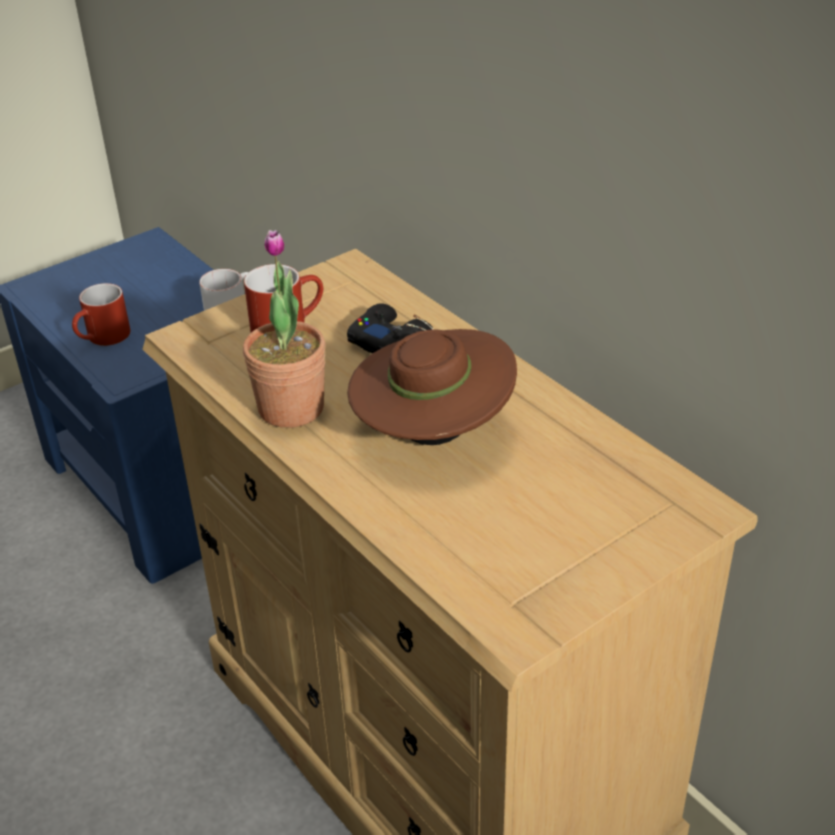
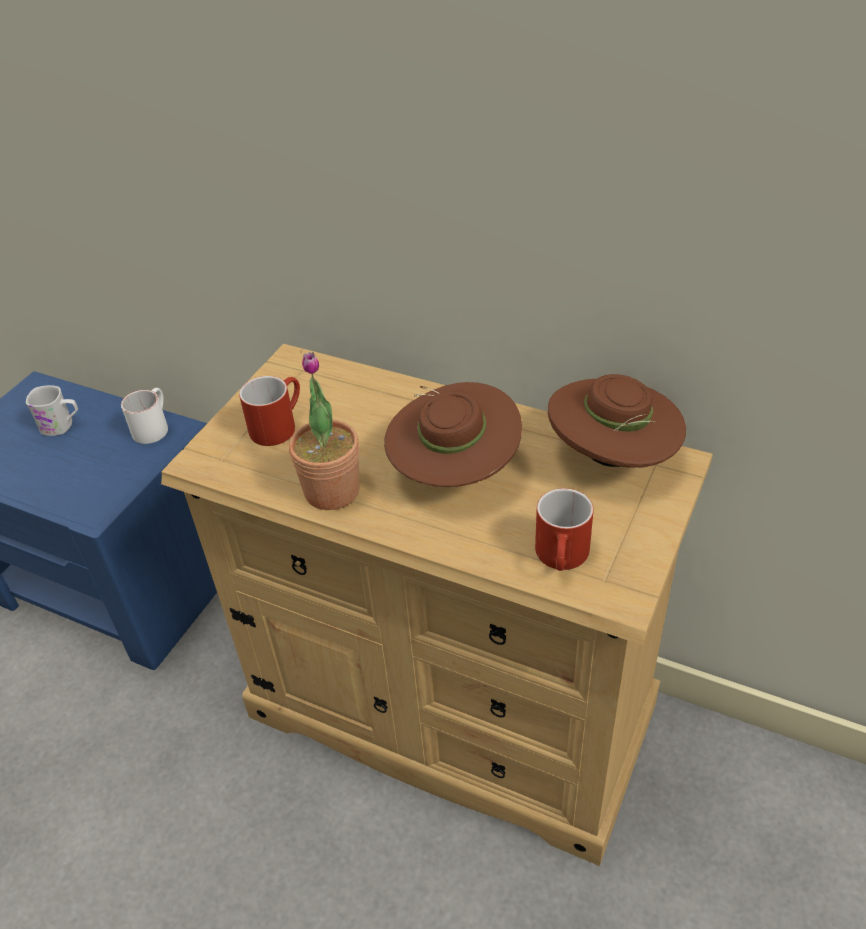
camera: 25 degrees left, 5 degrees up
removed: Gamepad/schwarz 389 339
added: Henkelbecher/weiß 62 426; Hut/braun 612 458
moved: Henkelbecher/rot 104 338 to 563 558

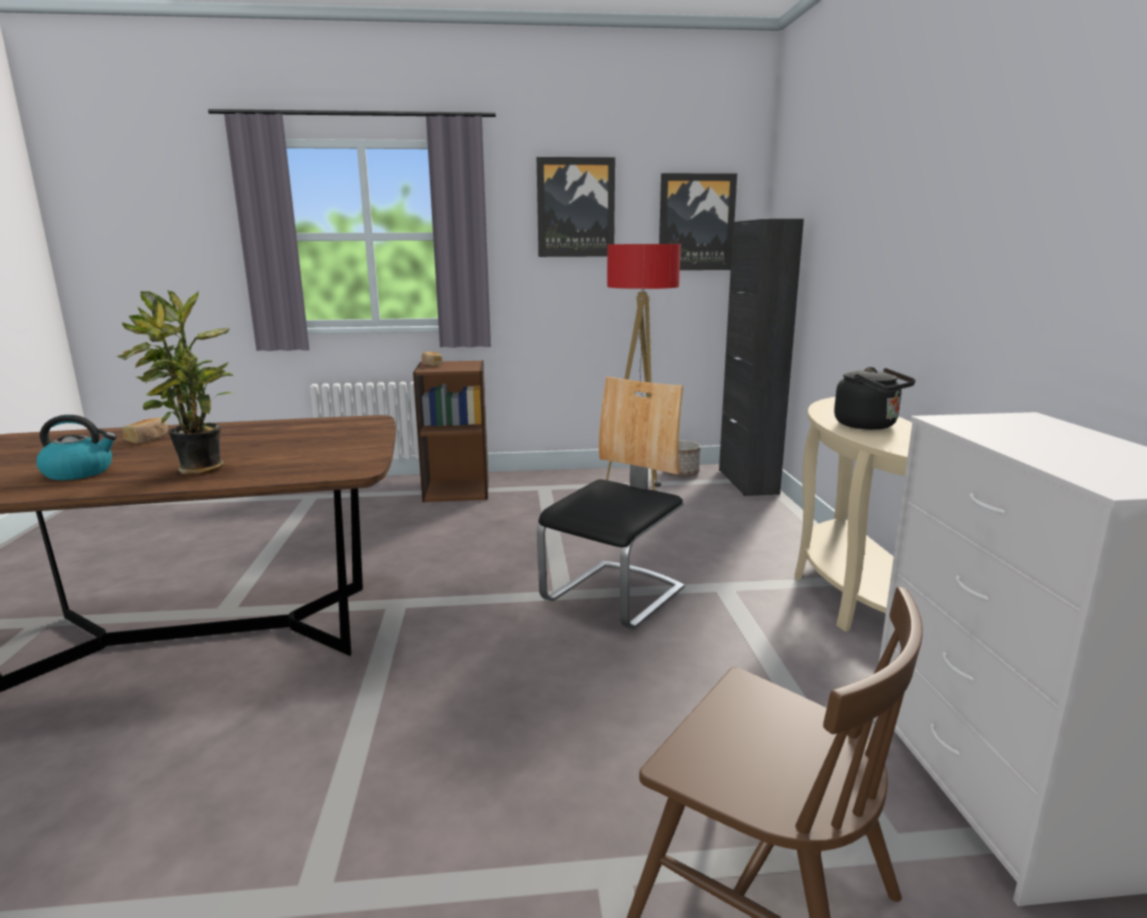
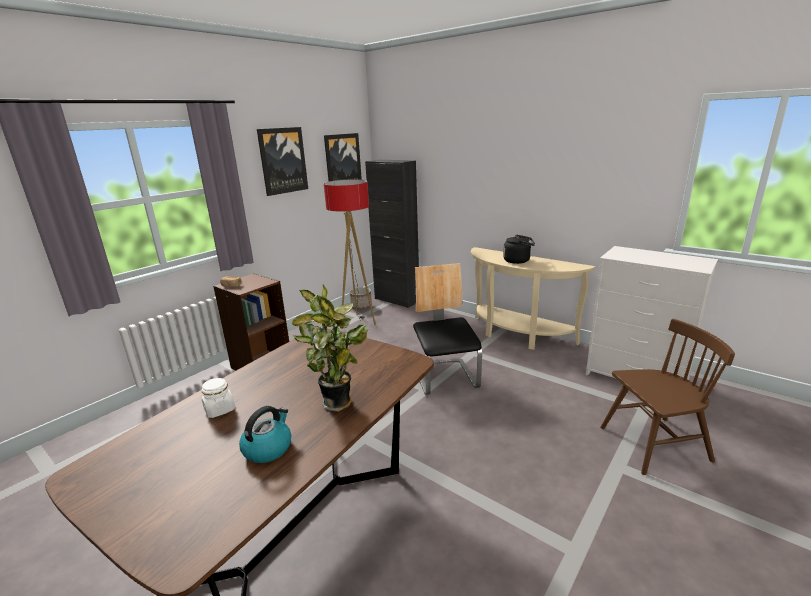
camera: 45 degrees left, 5 degrees up
replaced: Brot 148 439 to Vorratsglas/weiß 219 409

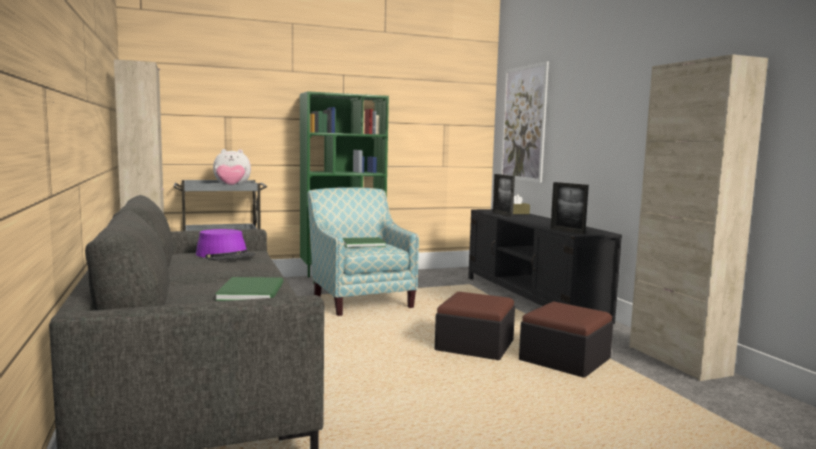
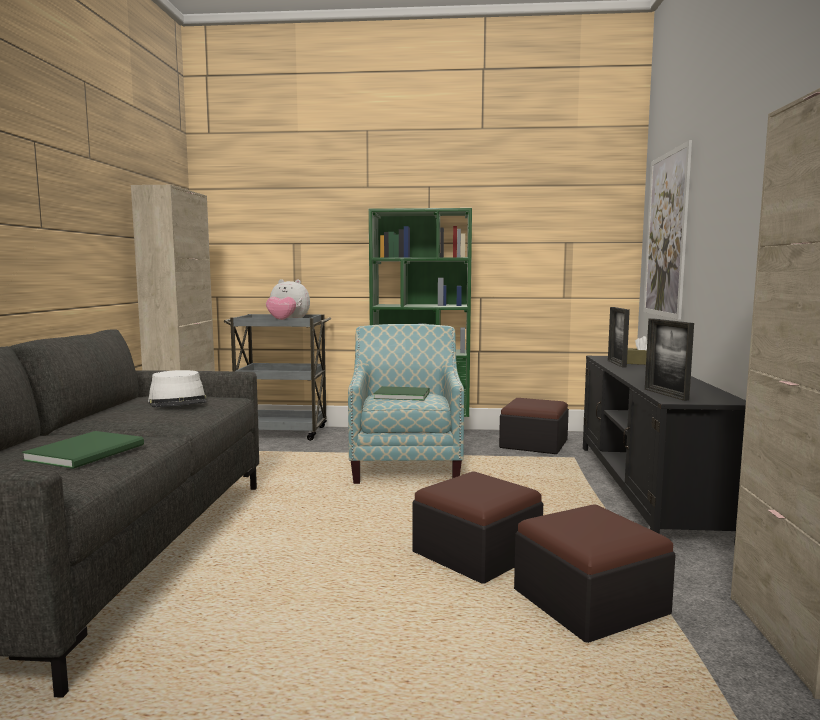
camera: 25 degrees right, 0 degrees up
added: Polsterhocker 534 443
recoloured: Hut/lila 225 255 to Hut/weiß 178 401

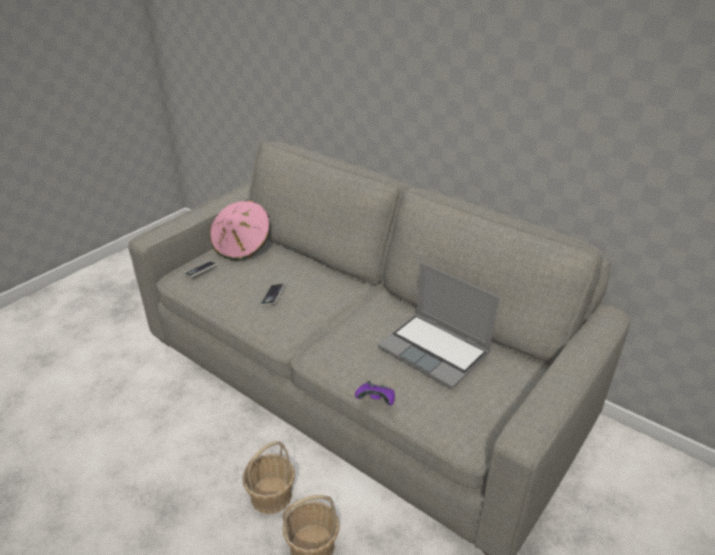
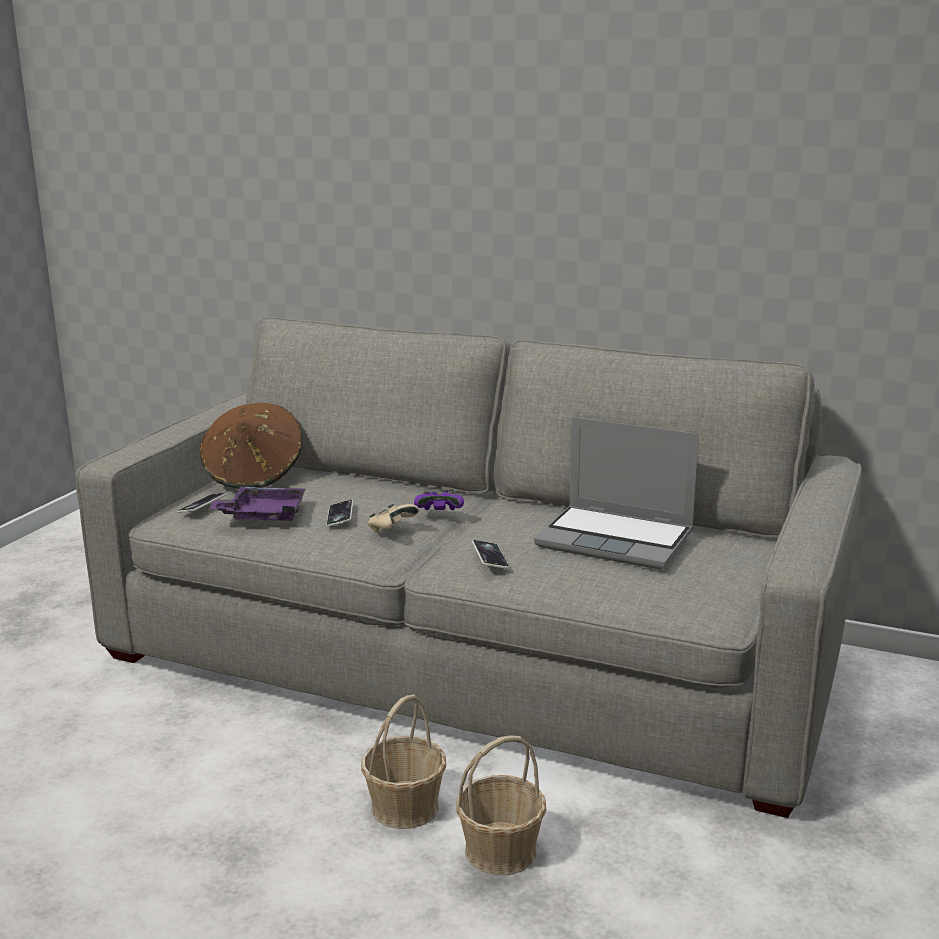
camera: 15 degrees left, 15 degrees down
added: Tablett/lila 263 515; Gamepad/beige 392 530; Handy 490 558
moved: Gamepad/lila 376 400 to 439 513
recoloured: Hut/rosa 242 247 to Hut/braun 254 475

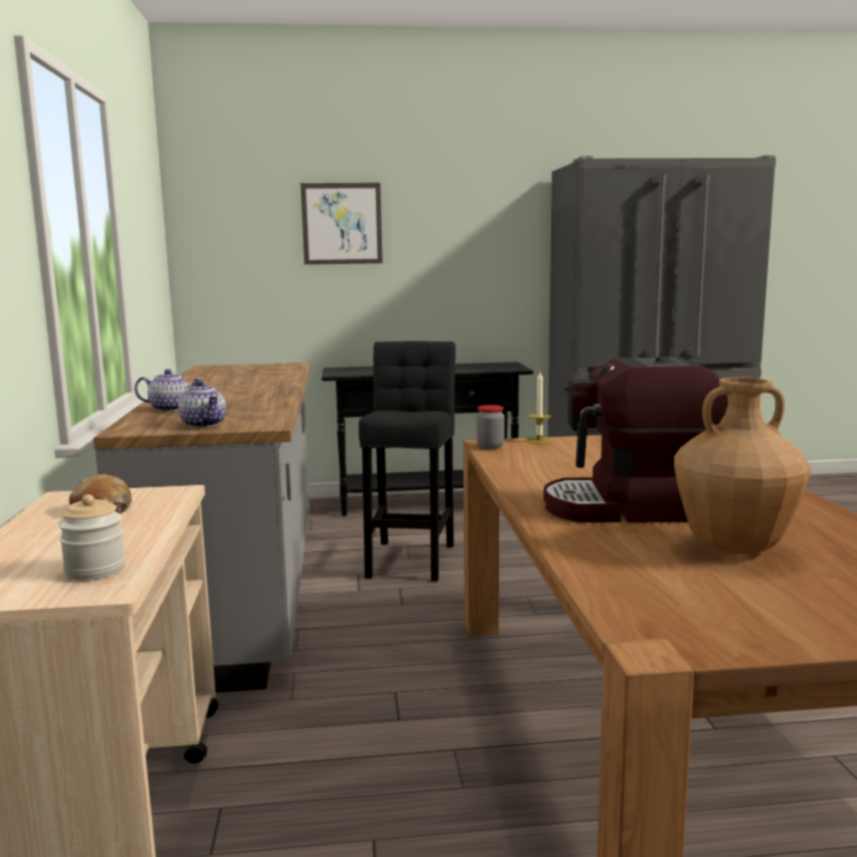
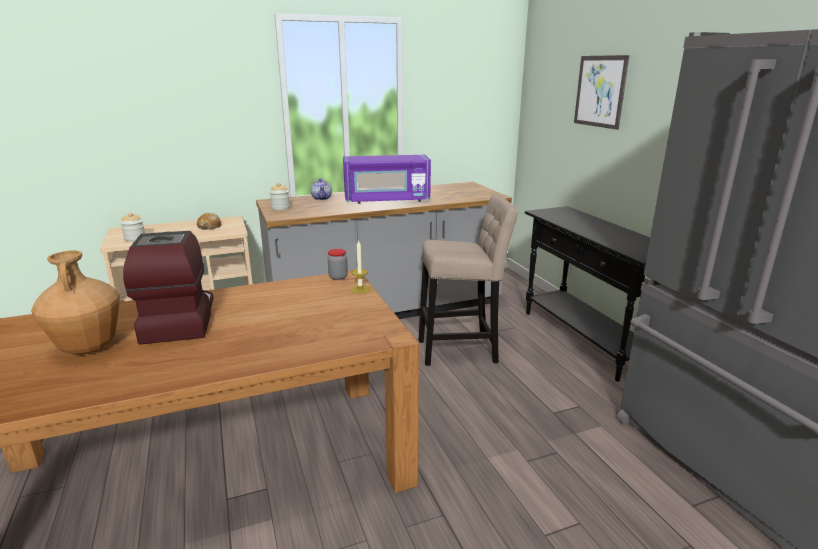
camera: 75 degrees right, 10 degrees up
added: Mikrowelle/lila 386 200
replaced: Teekanne 204 424 to Vorratsglas 280 208
recoloured: Hocker/schwarz 411 558 to Hocker/beige 462 350

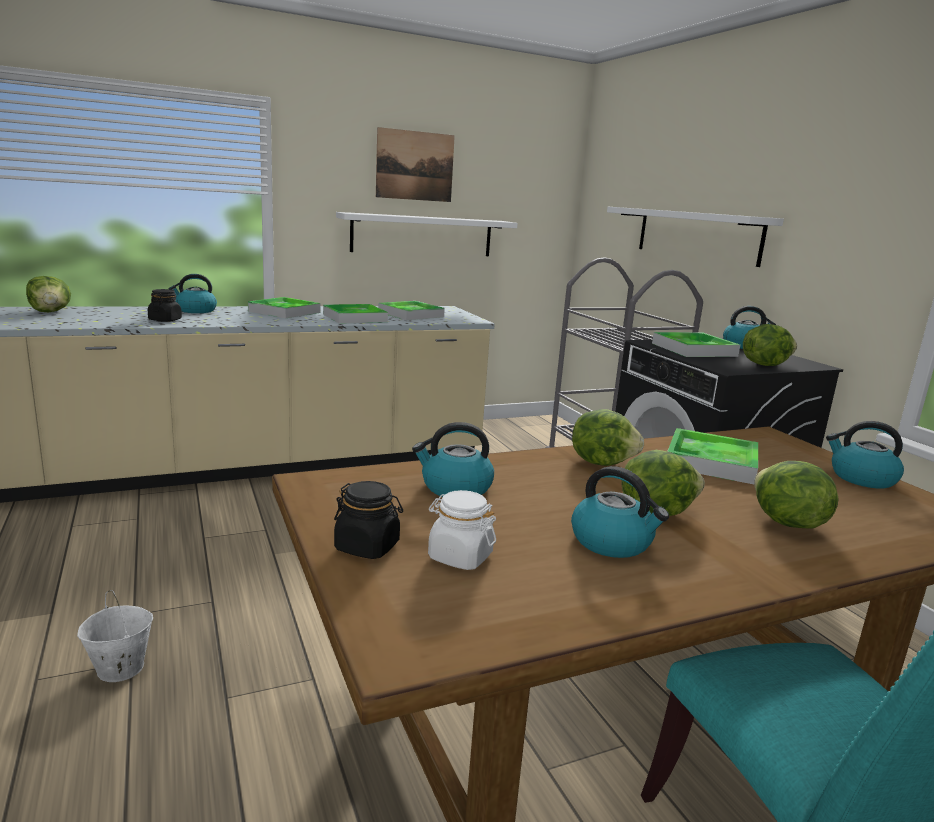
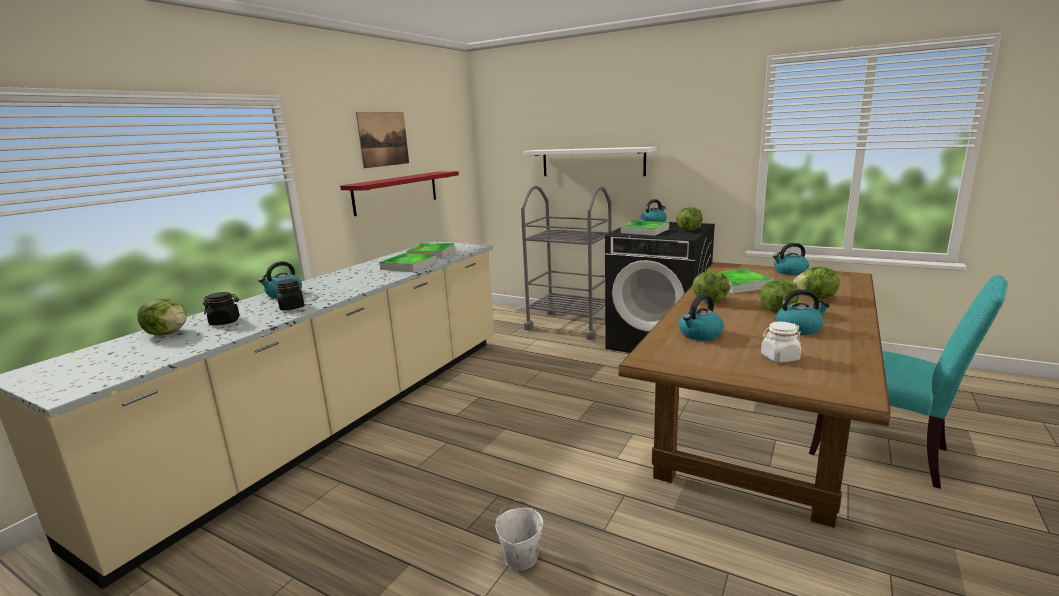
camera: 35 degrees left, 0 degrees up
removed: Tablett 284 312
moved: Vorratsglas/schwarz 367 547 to 225 322
recoloured: Wandregal/weiß 422 235 to Wandregal/rot 396 192

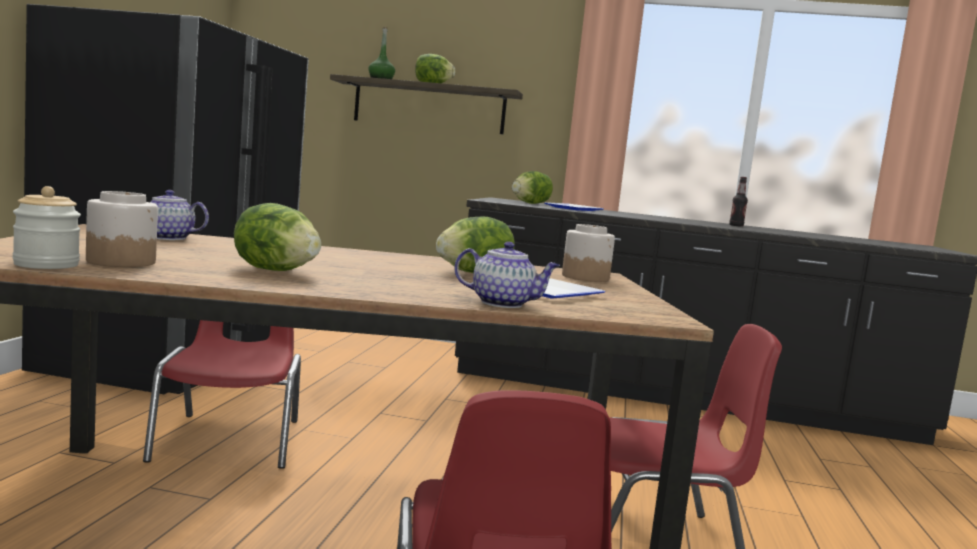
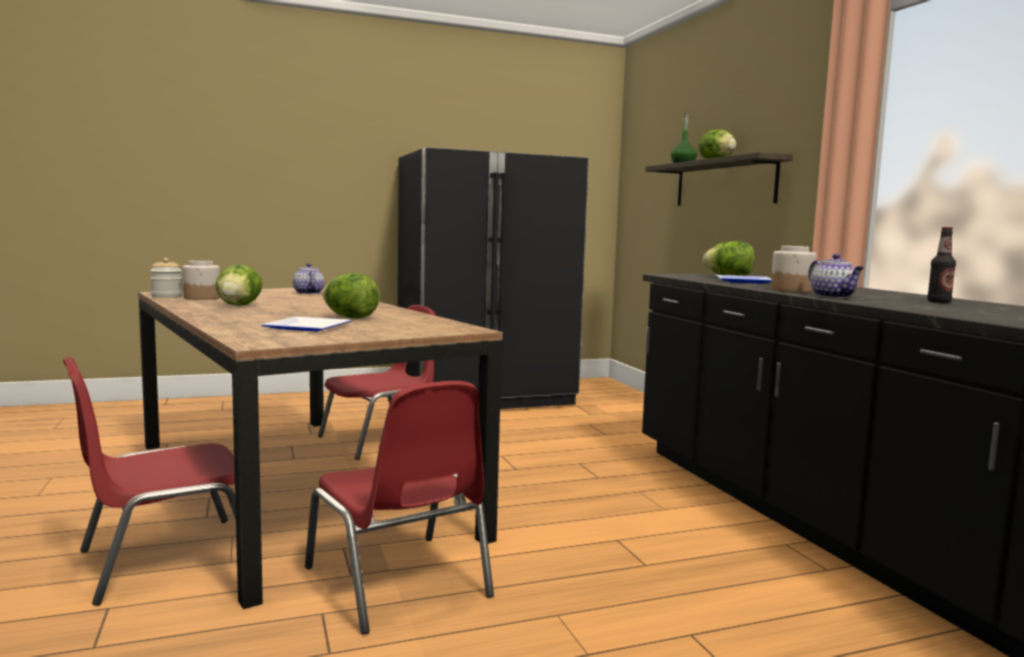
camera: 60 degrees right, 0 degrees up
moved: Teekanne 504 304 to 833 296; Vorratsglas 585 277 to 792 290

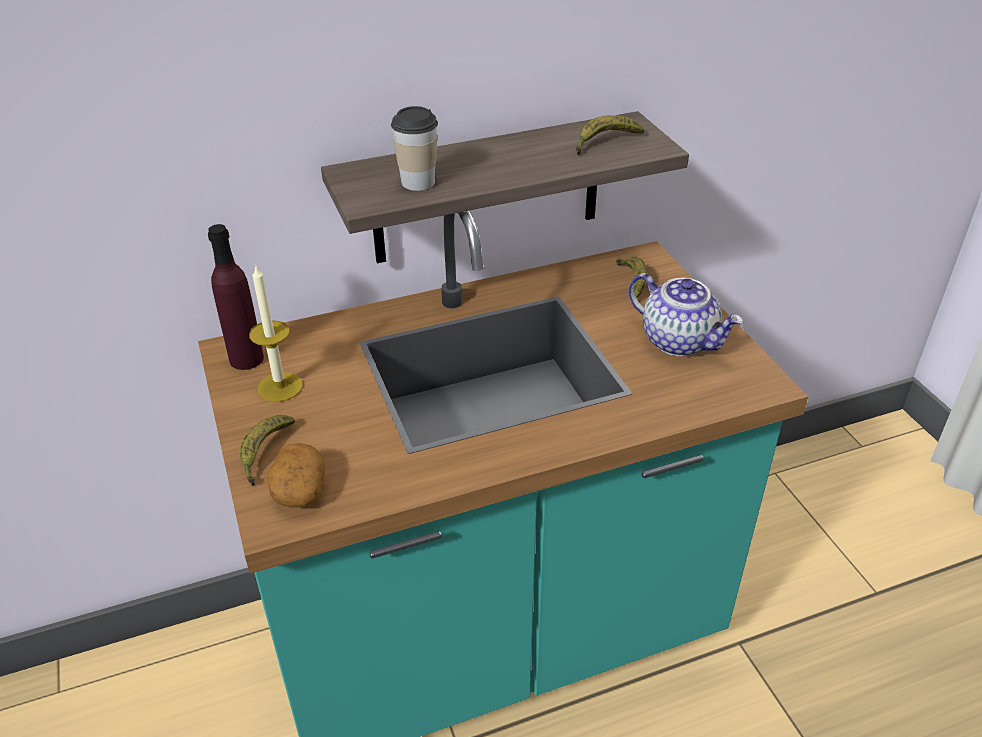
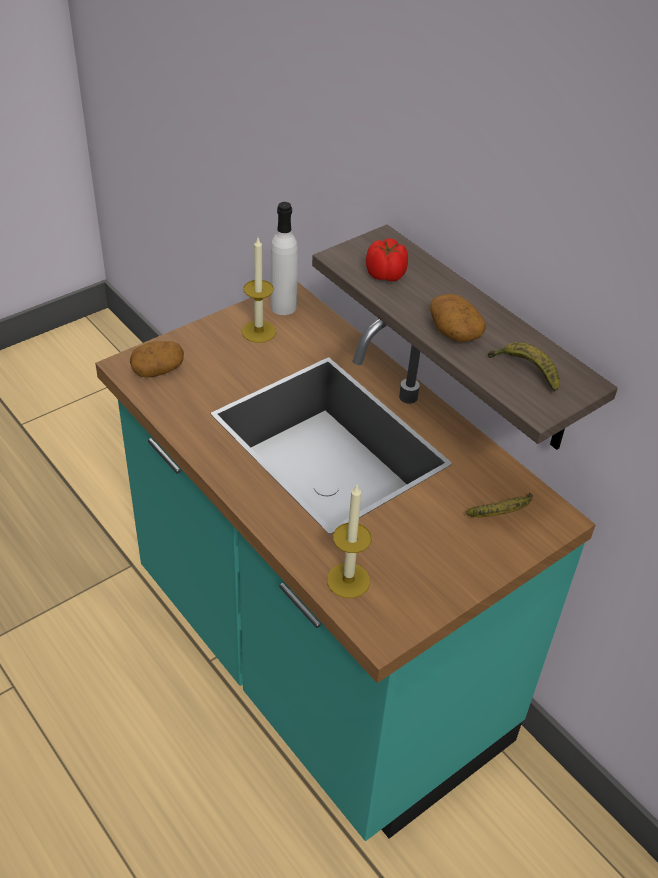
camera: 70 degrees right, 5 degrees up
removed: Banane 265 453; Teekanne 679 341
added: Kerze 348 580; Kartoffel 454 331
replaced: Tasse 418 182 to Tomate 386 275
recoloured: Flasche/lila 246 359 to Flasche/weiß 283 307

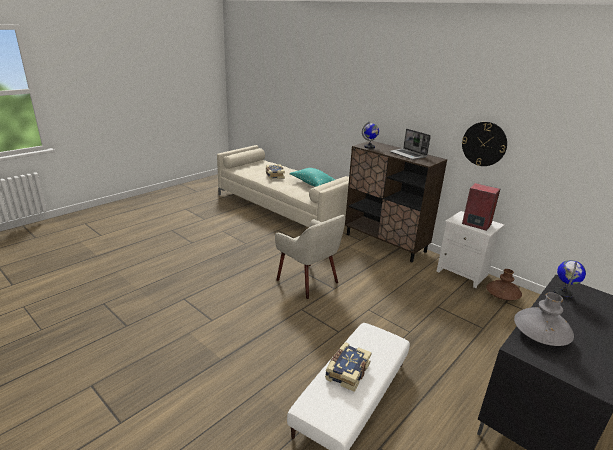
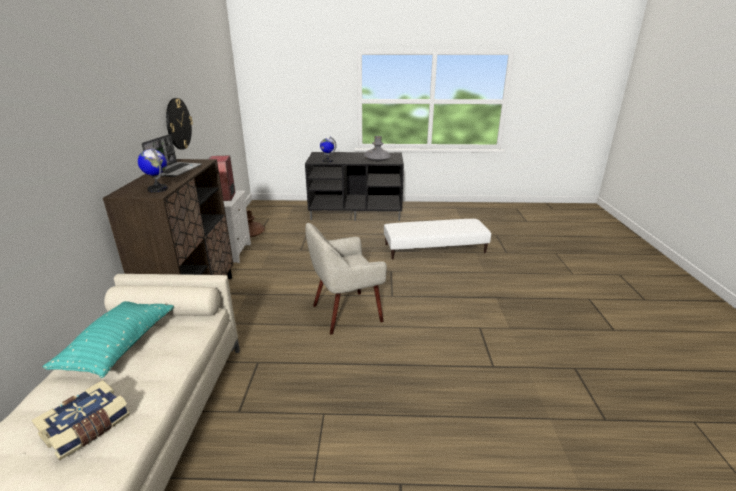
camera: 130 degrees left, 0 degrees up
removed: Buch 346 371
turned: Sessel/beige 308 281 = 345 312 120 degrees counterclockwise

